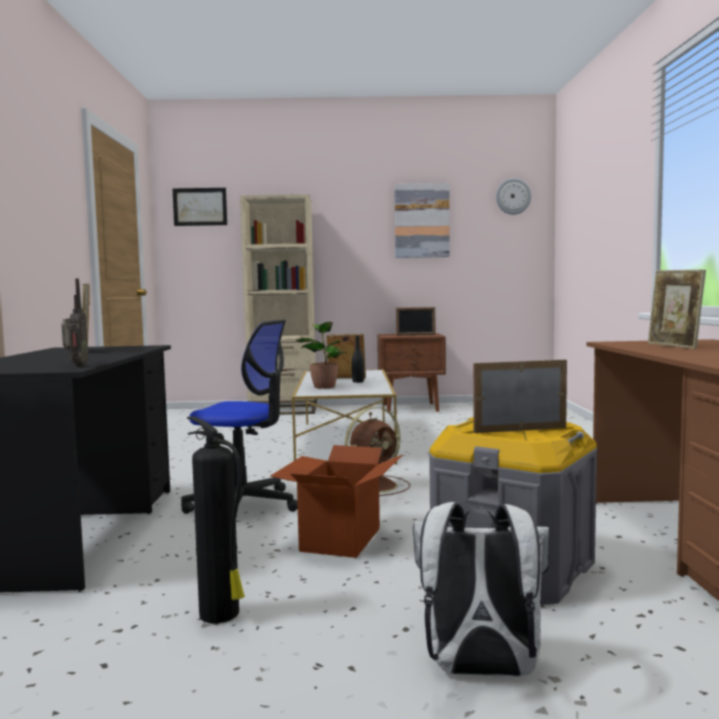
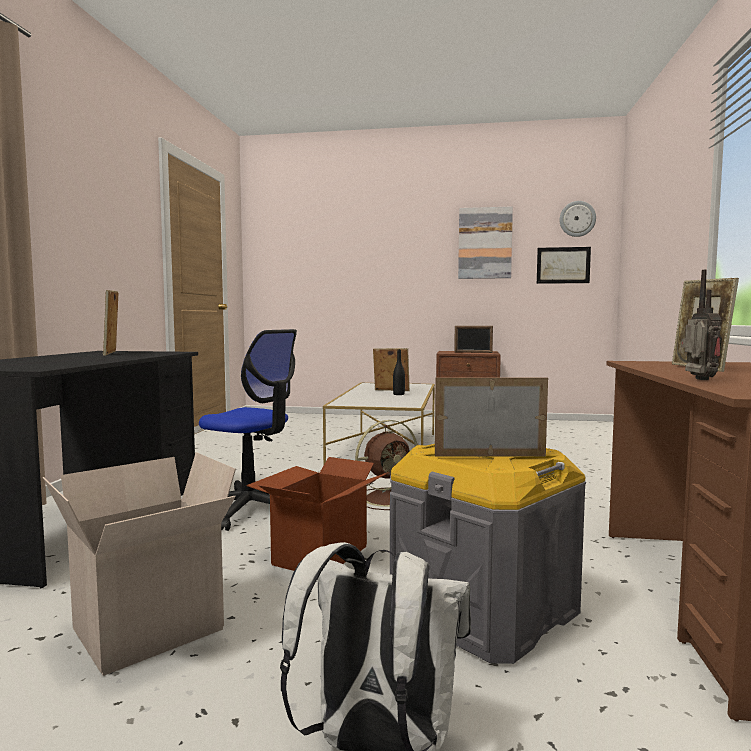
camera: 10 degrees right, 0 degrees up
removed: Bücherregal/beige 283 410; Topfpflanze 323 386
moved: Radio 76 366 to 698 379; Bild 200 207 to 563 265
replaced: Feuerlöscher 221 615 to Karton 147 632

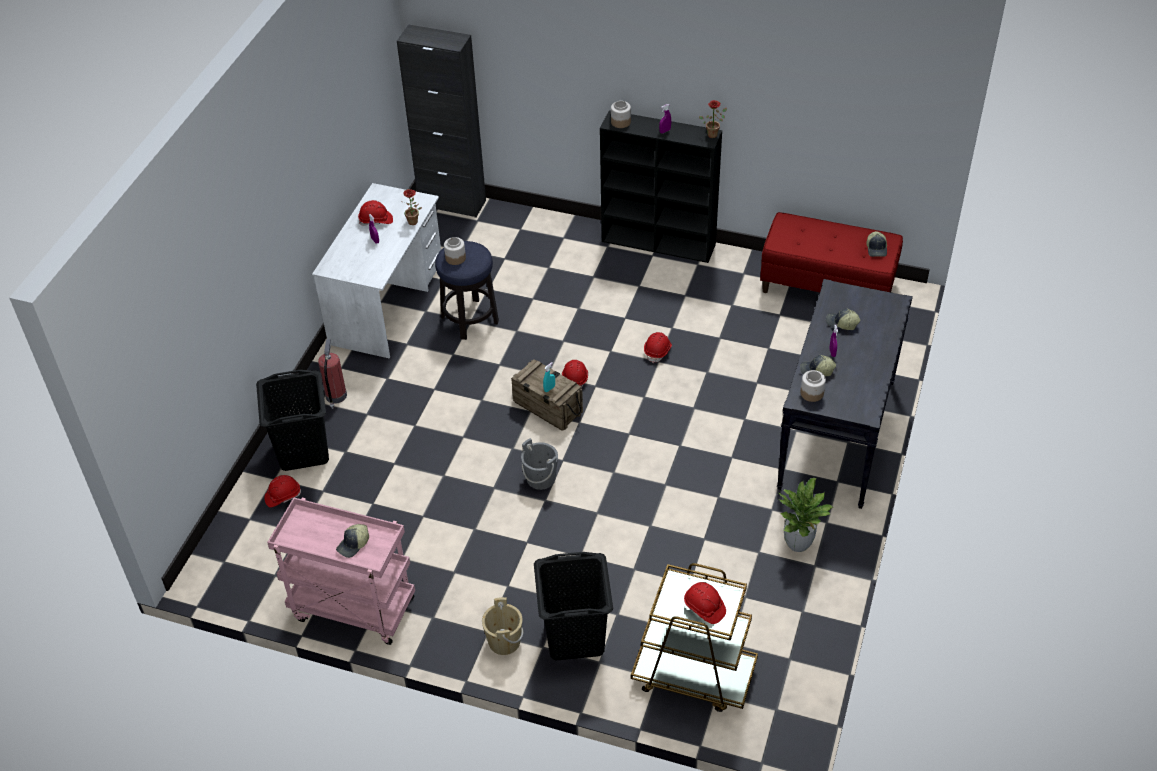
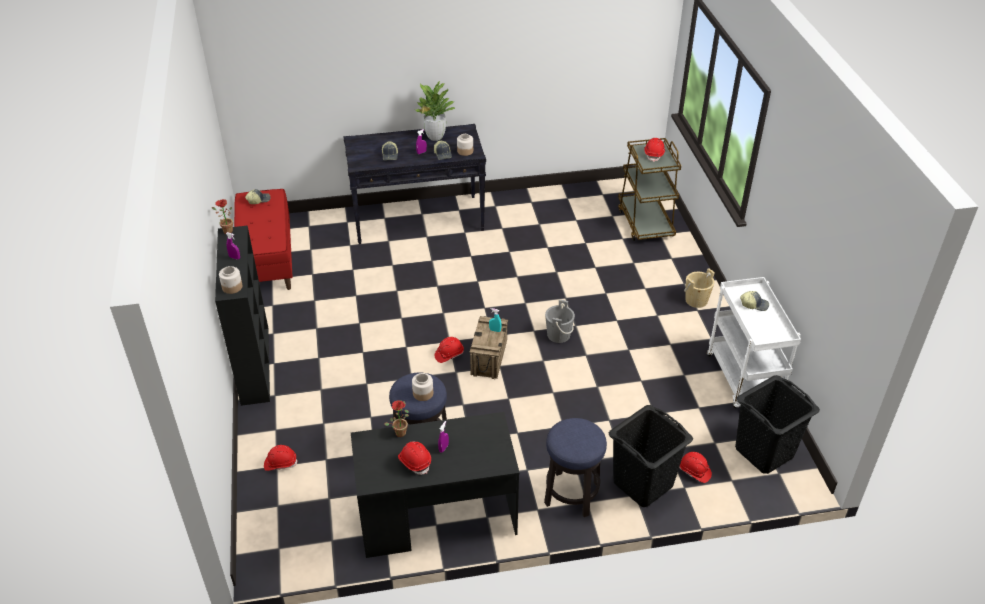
camera: 120 degrees left, 5 degrees down
removed: Schrank/schwarz 452 203
moved: Wäschekorb/schwarz 575 636 to 763 452; Schutzhelm/rot 658 351 to 280 463; Topfpflanze 798 543 to 435 137
replaced: Feuerlöscher 336 396 to Hocker 572 494
recoloured: Rollwagen/rosa 352 609 to Rollwagen/weiß 744 380; Schreibtisch/weiß 387 304 to Schreibtisch/schwarz 437 517

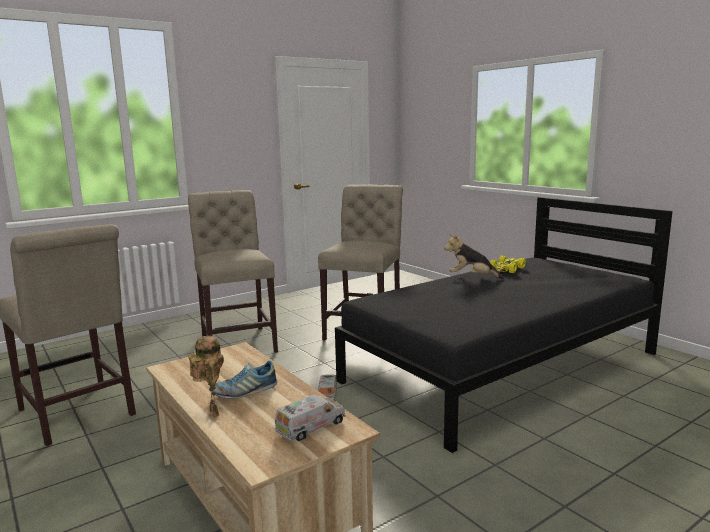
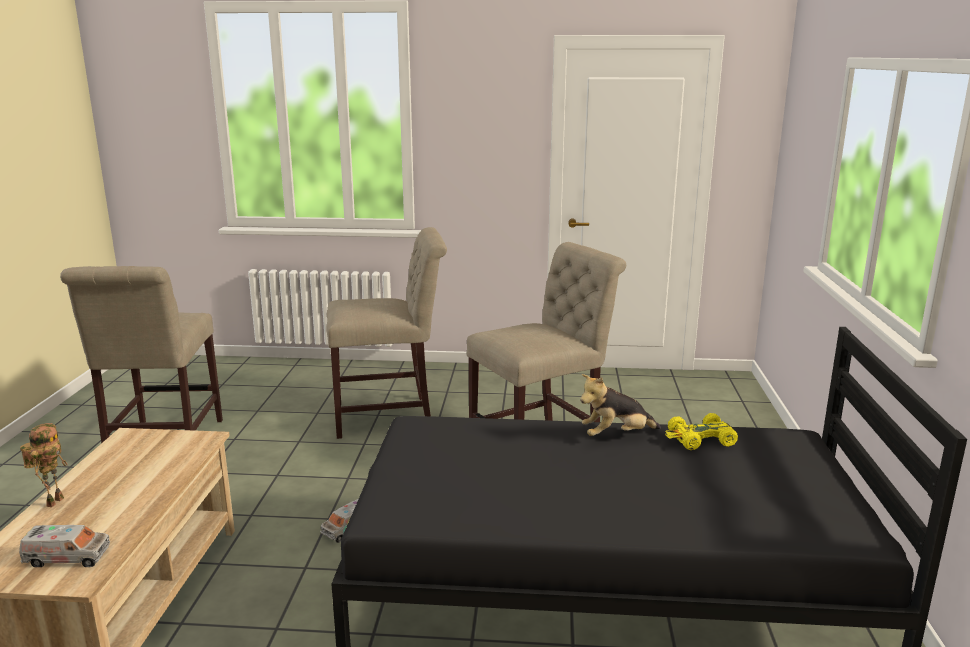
camera: 40 degrees right, 5 degrees up
removed: Schuh 245 391
turned: Stuhl/beige 238 341 = 390 416 60 degrees clockwise; Plüschtier 472 277 = 616 435 75 degrees counterclockwise

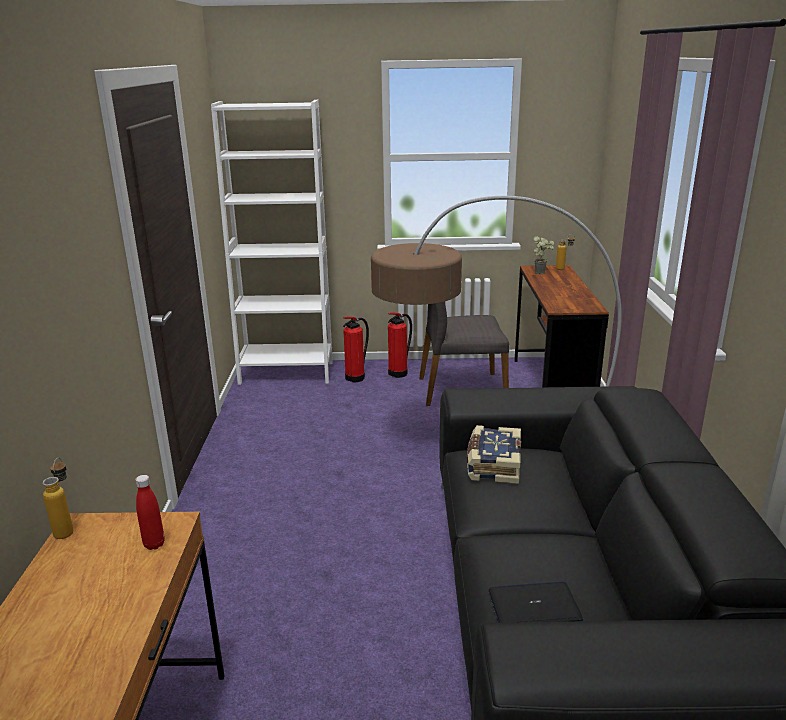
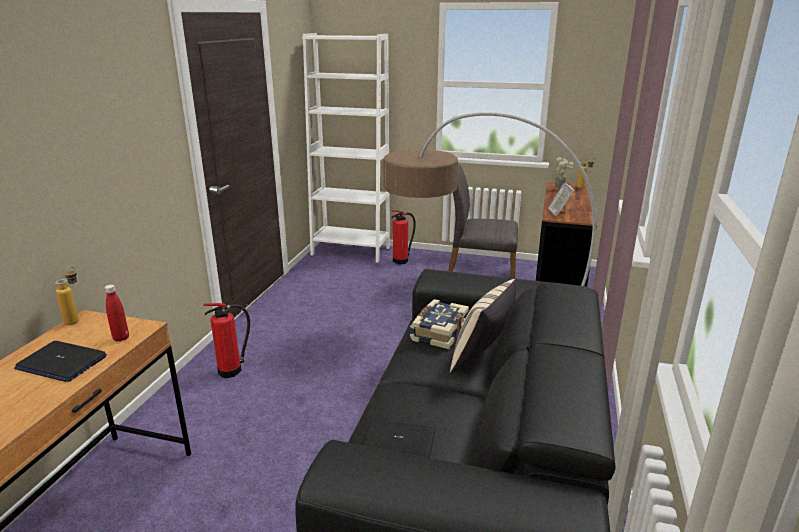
camera: 15 degrees right, 0 degrees up
added: Laptop 61 363; Kissen/beige 482 358; Bilderrahmen 559 213
moved: Feuerlöscher 399 373 to 232 370

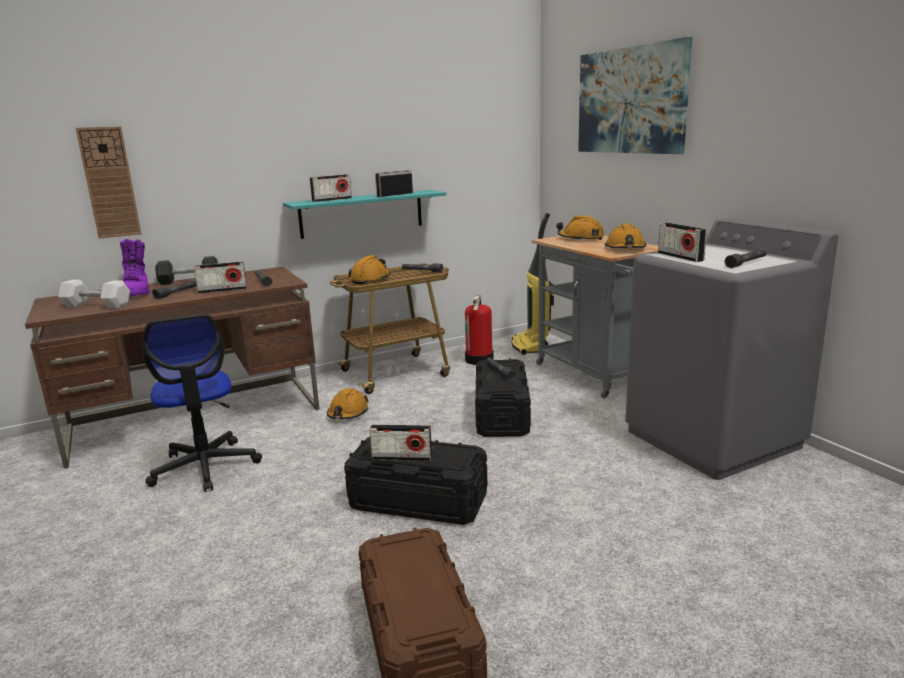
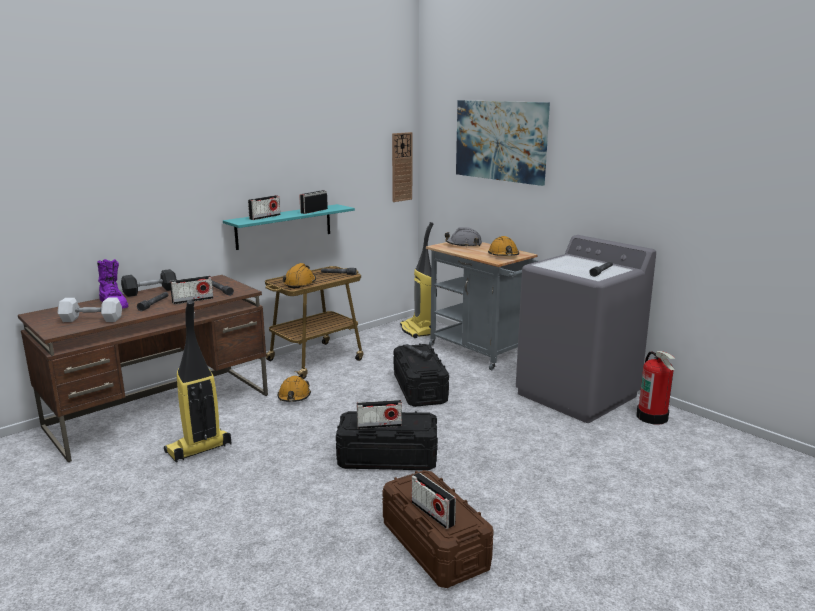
camera: 15 degrees left, 0 degrees up
moved: Wanduhr 109 182 to 401 167; Feuerlöscher 479 360 to 652 417; Radio 680 257 to 432 513
replaced: Bürostuhl 205 467 to Staubsauger 198 449
recoloured: Schutzhelm/orange 580 238 to Schutzhelm/grau 463 245

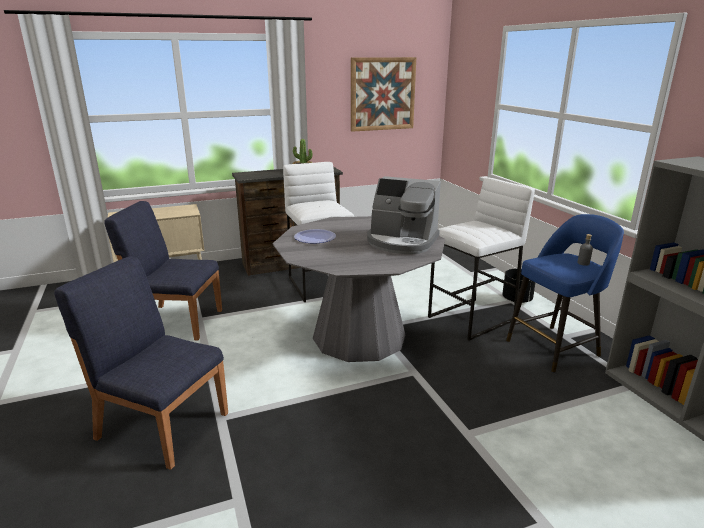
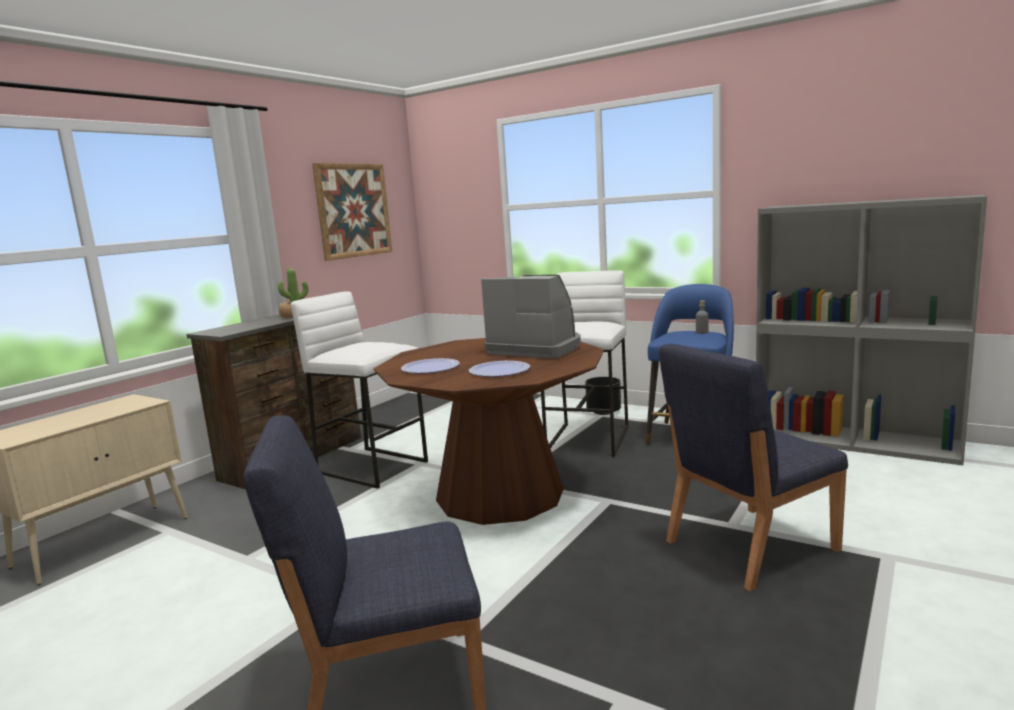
camera: 35 degrees left, 10 degrees down
added: Teller 499 371
moved: Stuhl/blau 176 321 to 748 546
recoloured: Esstisch/grau 359 336 to Esstisch/braun 500 494
turned: Kaffeemaschine 401 242 = 536 349 135 degrees counterclockwise

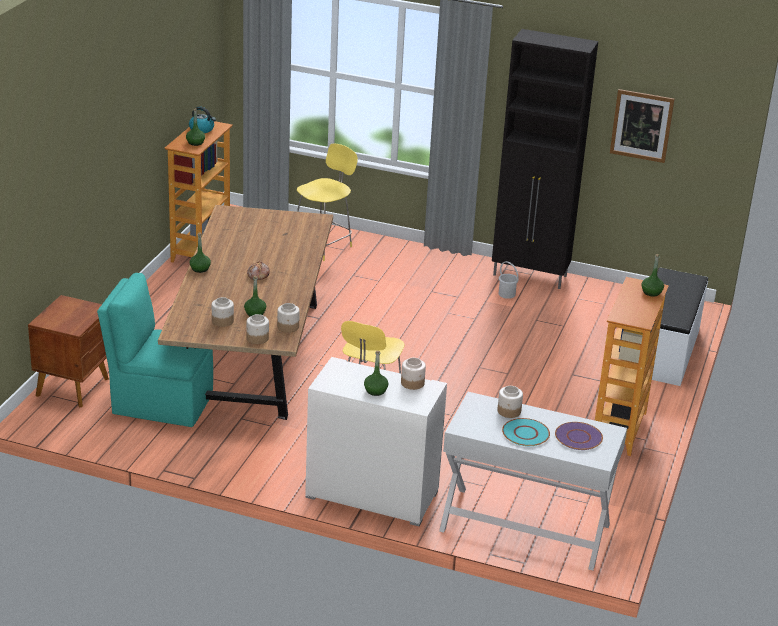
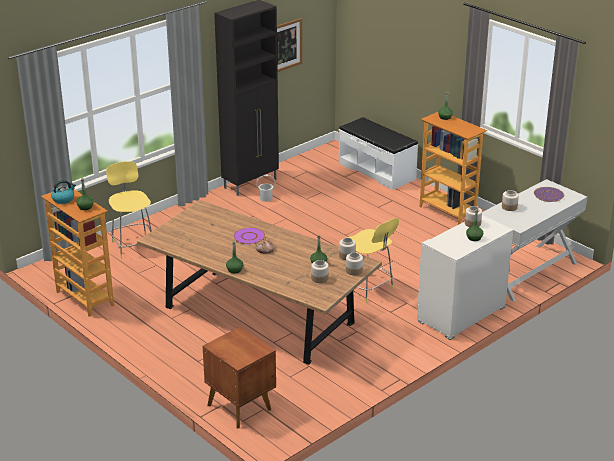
camera: 60 degrees left, 0 degrees up
removed: Stuhl/türkis 160 403; Teller/türkis 525 433
added: Teller/lila 249 237

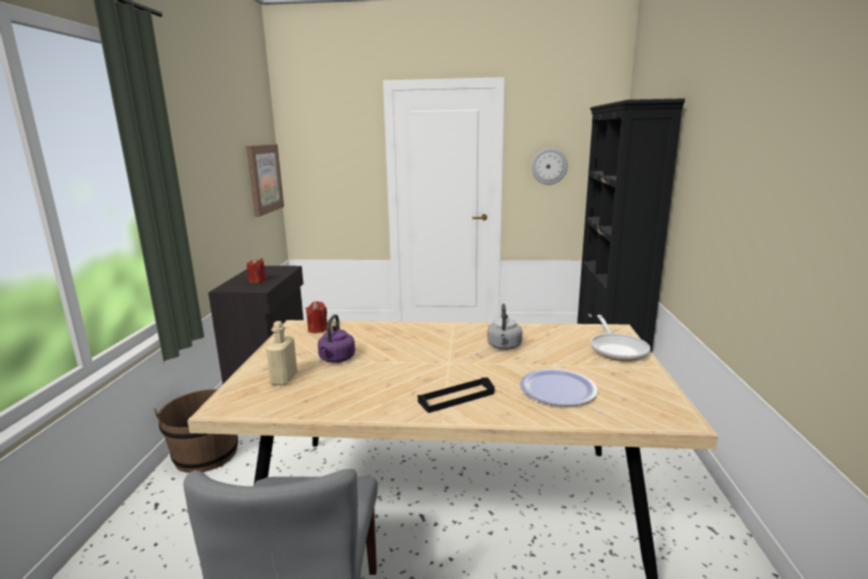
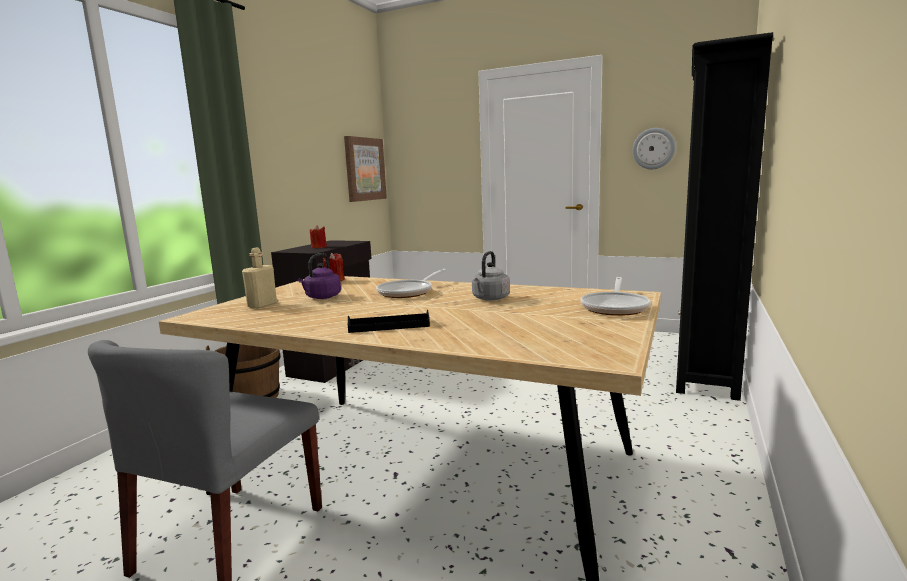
camera: 20 degrees right, 5 degrees down
removed: Teller 558 389
added: Pfanne 408 292

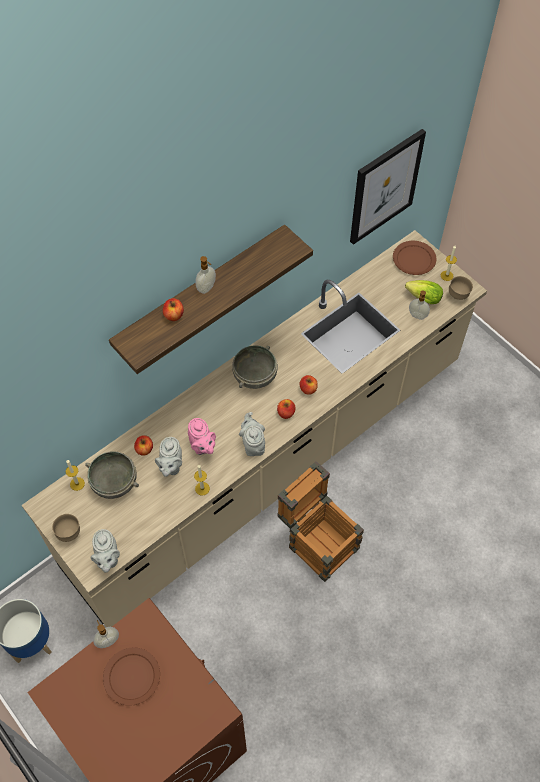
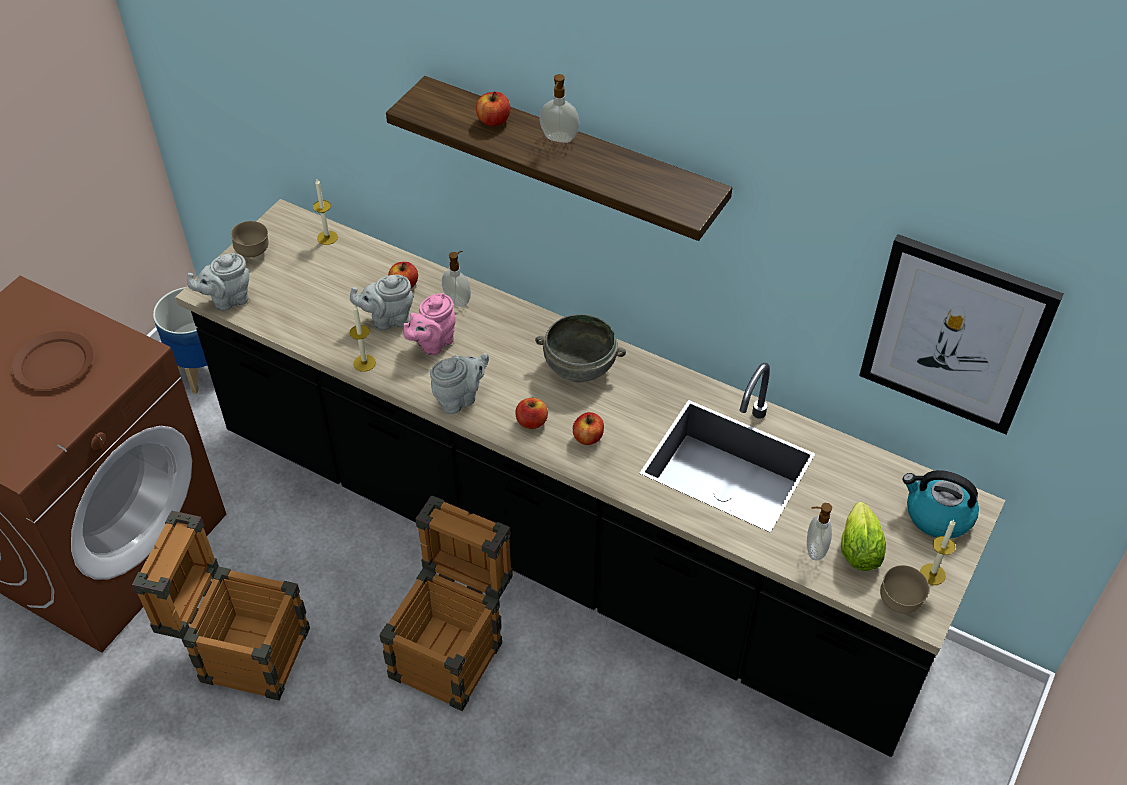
camera: 70 degrees right, 10 degrees down
removed: Schüssel/grau 115 482
added: Kiste 242 650
moved: Seifenspender 107 640 to 458 300
replaced: Teller/braun 414 259 to Wasserkessel 937 515
recoloured: Küchenzeile/beige 270 462 to Küchenzeile/schwarz 563 544

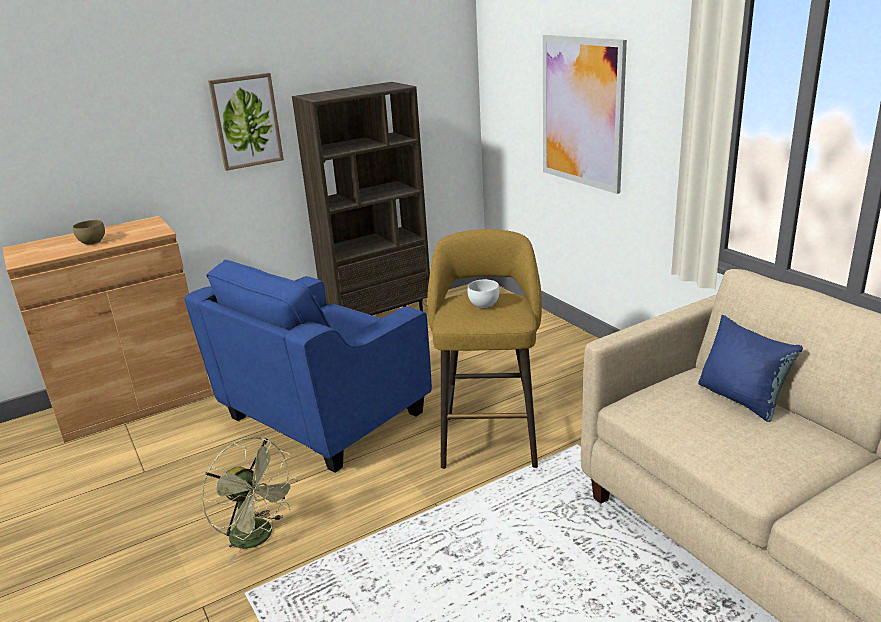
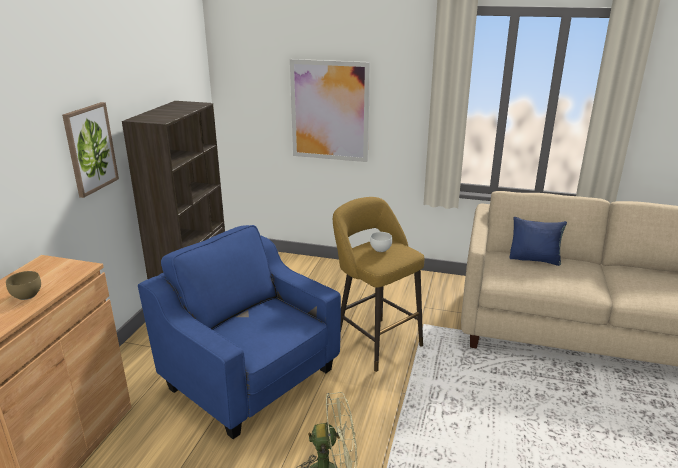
camera: 45 degrees left, 0 degrees up
turned: Sessel/blau 324 415 = 251 378 135 degrees clockwise

